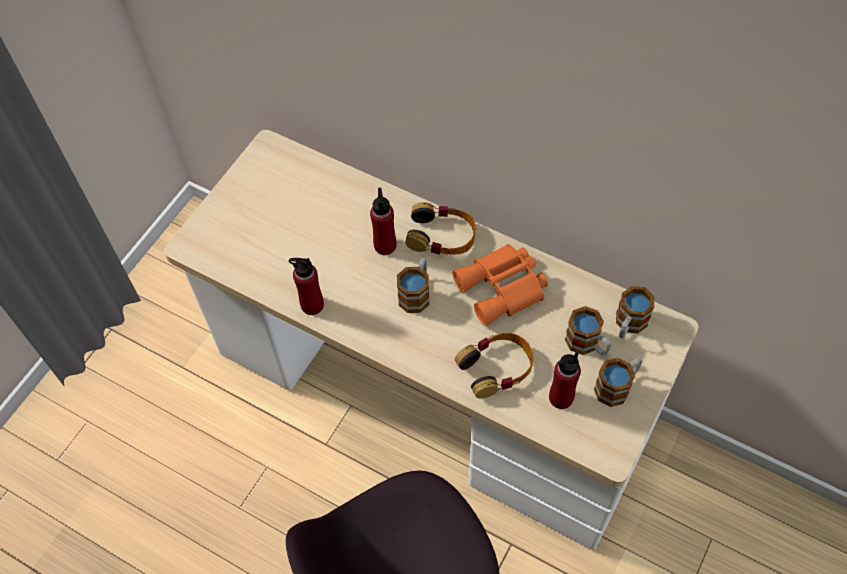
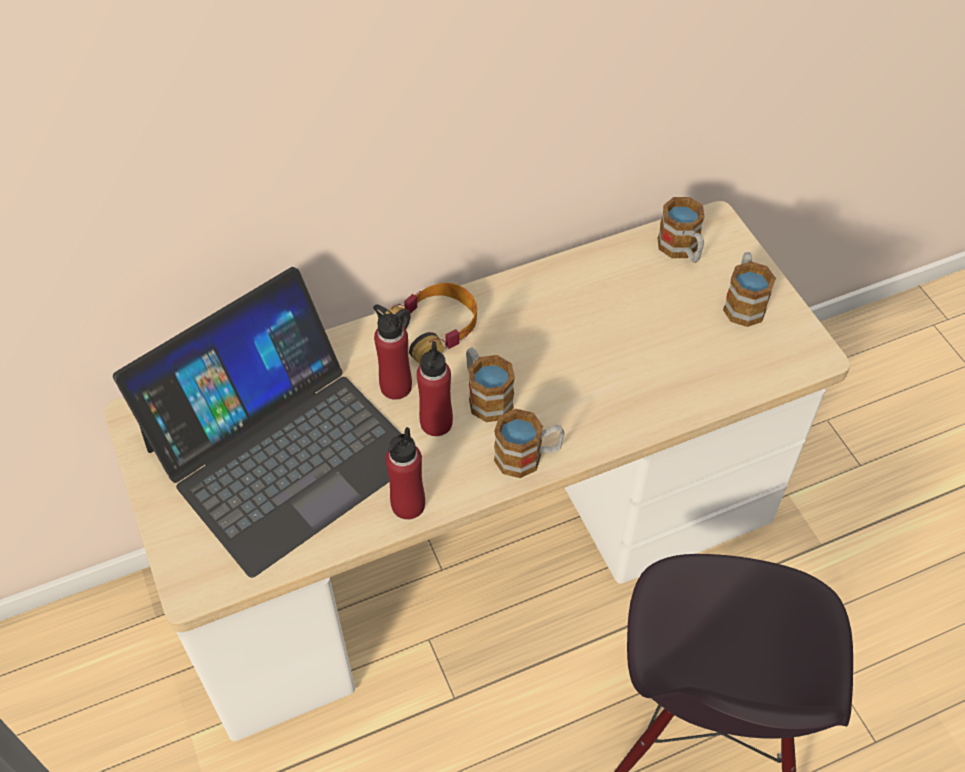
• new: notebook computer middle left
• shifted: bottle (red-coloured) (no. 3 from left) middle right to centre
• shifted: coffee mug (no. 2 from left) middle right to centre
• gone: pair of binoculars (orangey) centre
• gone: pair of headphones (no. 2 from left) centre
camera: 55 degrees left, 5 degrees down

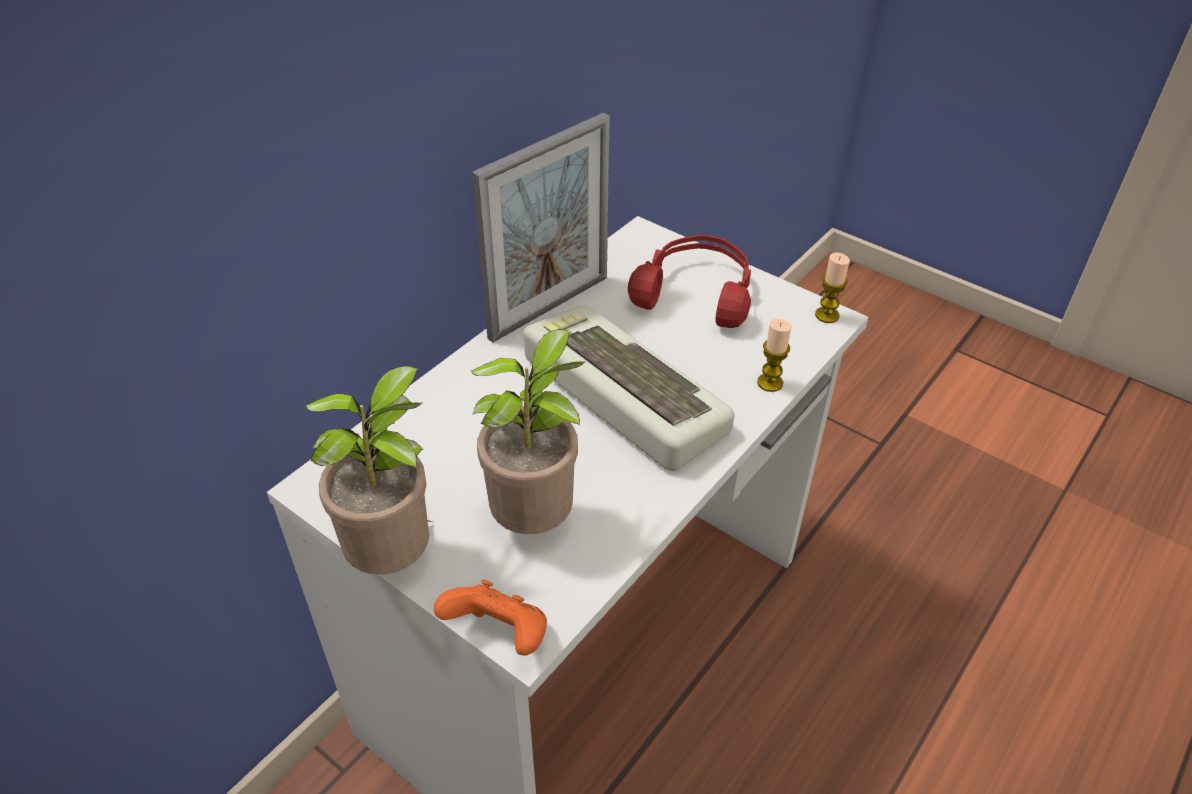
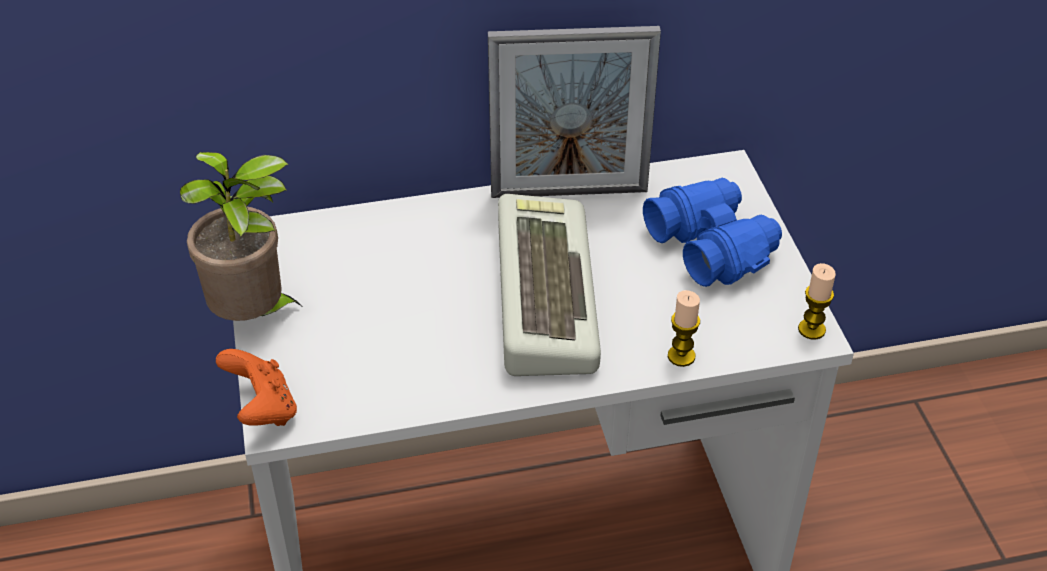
• swapped: pair of headphones (red-coloured) centre to pair of binoculars (blue-coloured) middle right
• gone: potted plant (no. 2 from left) centre
camera: 40 degrees right, 0 degrees up

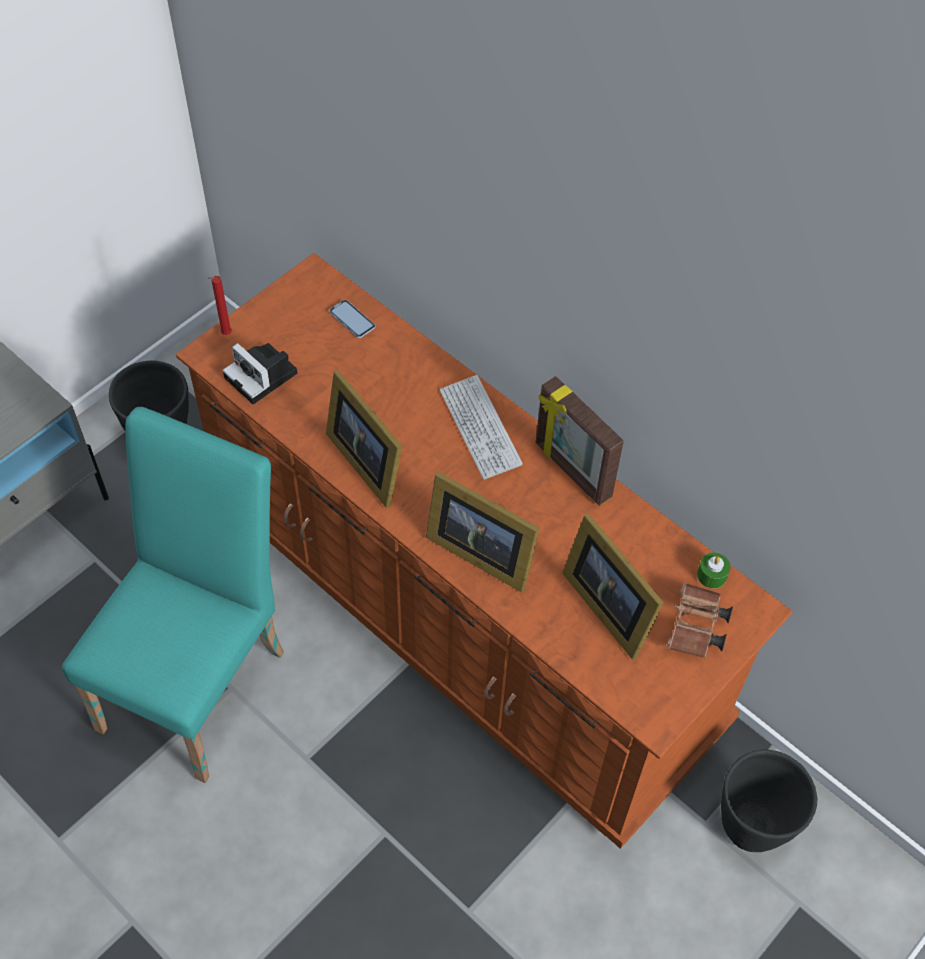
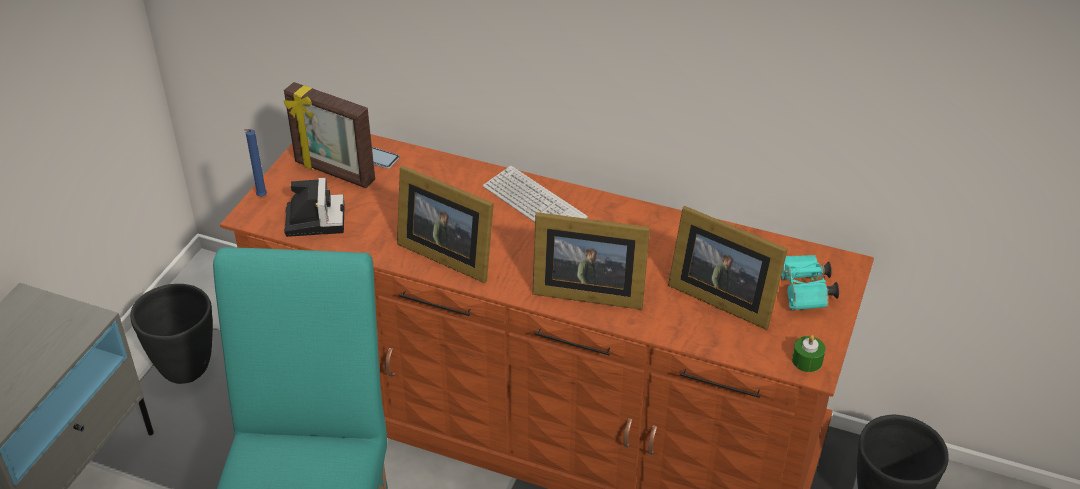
• repainted: wax candle (red-coloured) top left to wax candle (blue-coloured) middle left
• shifted: picture frame (no. 3 from left in the first image) centre to picture frame (no. 1 from left) top left
• rotated: photo camera middle left = middle left 120 degrees counterclockwise
• repainted: pair of binoculars (brown) middle right to pair of binoculars (blue-green) middle right
• shifted: wax candle (green-coloured) middle right to bottom right
camera: 20 degrees left, 15 degrees down

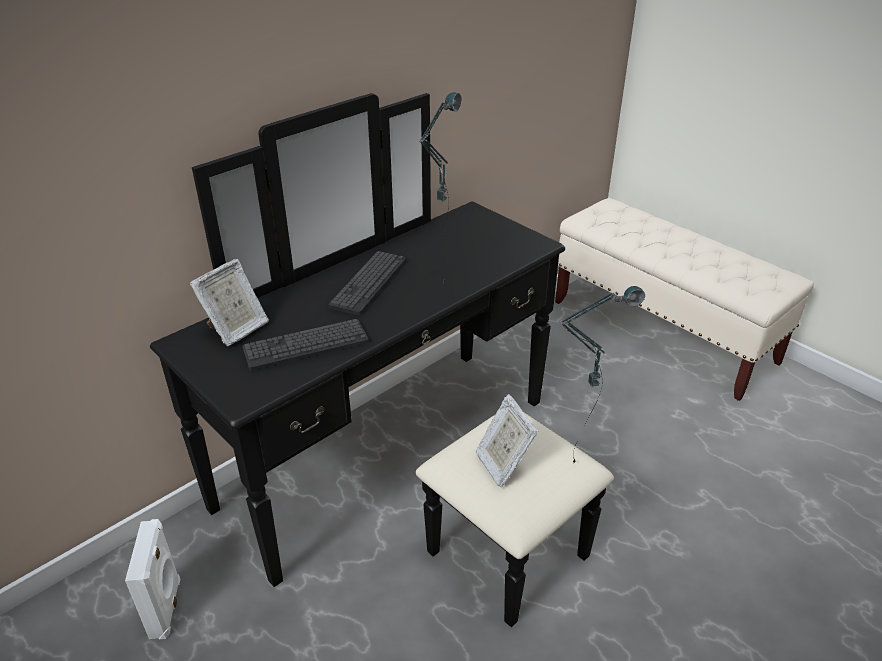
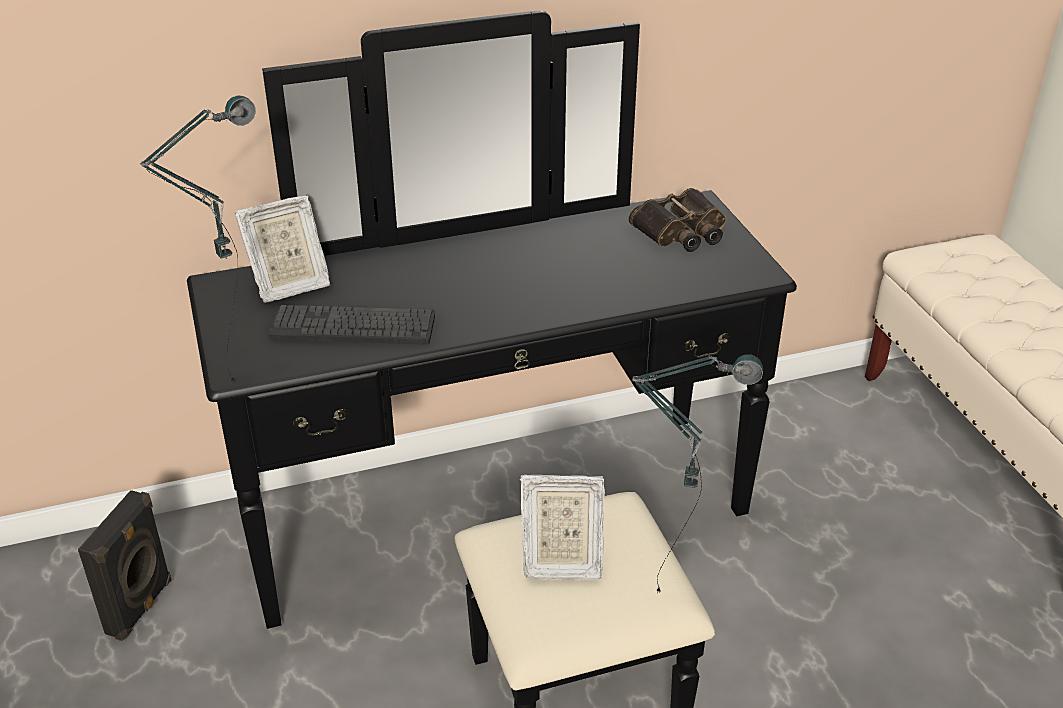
• repainted: speaker (white-coloured) bottom left to speaker (black-coloured) bottom left
• shifted: lamp for a table (no. 1 from left) top centre to middle left
• rotated: picture frame (no. 2 from left) bottom centre = bottom centre 90 degrees counterclockwise
• new: pair of binoculars top centre
• gone: PC keyboard (no. 2 from left) centre
camera: 25 degrees right, 0 degrees up

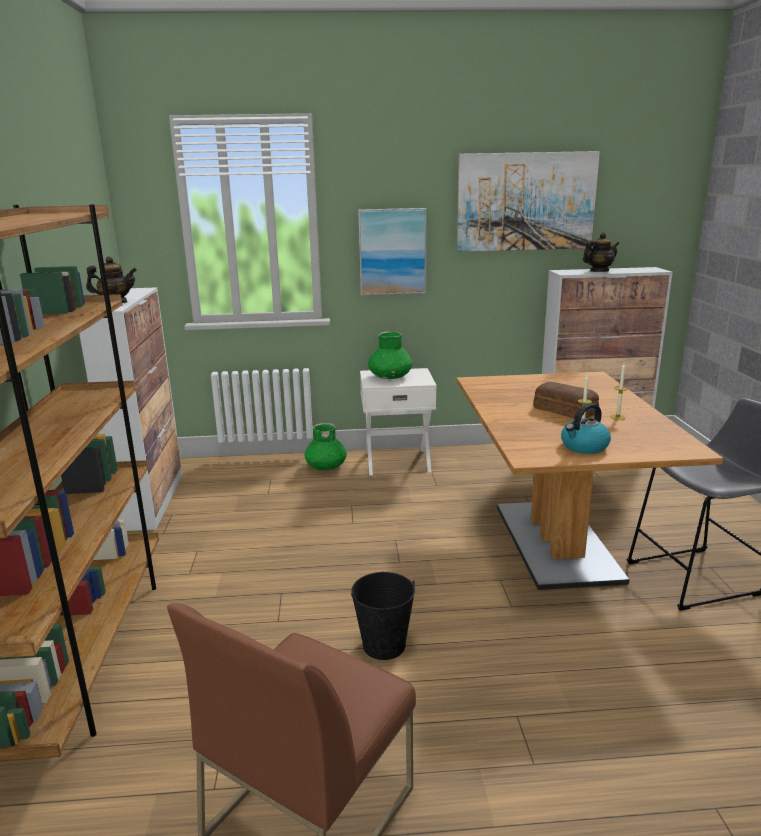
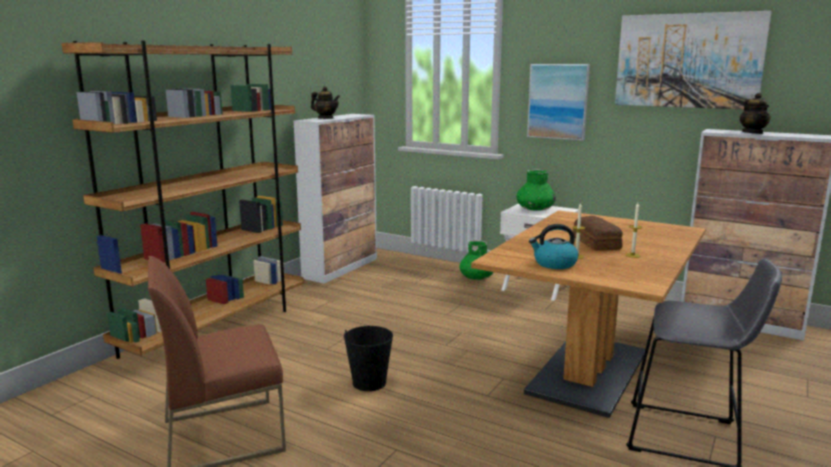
• rotated: pot for tea (no. 2 from left) top right = top right 75 degrees clockwise
camera: 35 degrees right, 5 degrees down

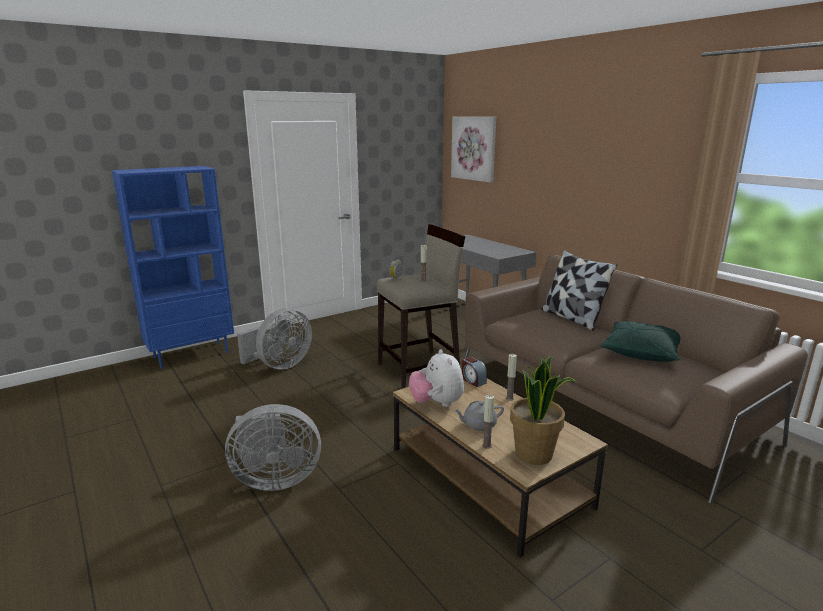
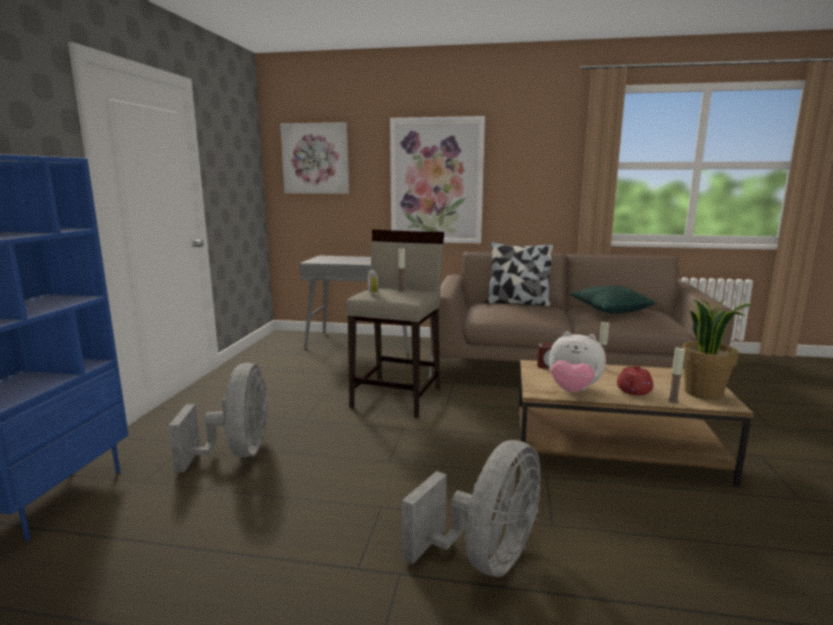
• new: wall picture (no. 2 from left) top centre
• repainted: pot for tea (greyish) bottom centre to pot for tea (red-coloured) middle right
camera: 45 degrees left, 5 degrees down

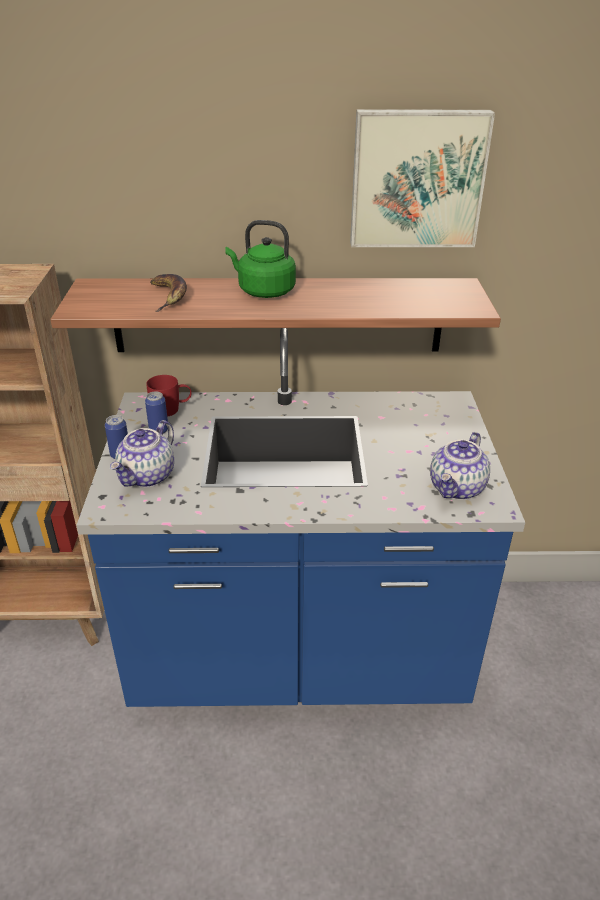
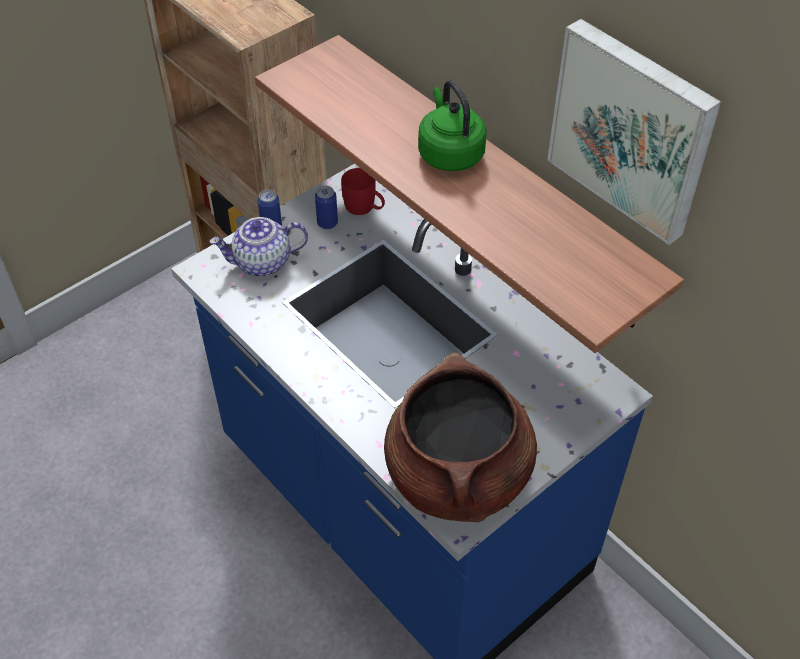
• swapped: pot for tea (no. 2 from left) middle right to cooking pot (brown) centre
• gone: whole banana top left
camera: 50 degrees right, 15 degrees up

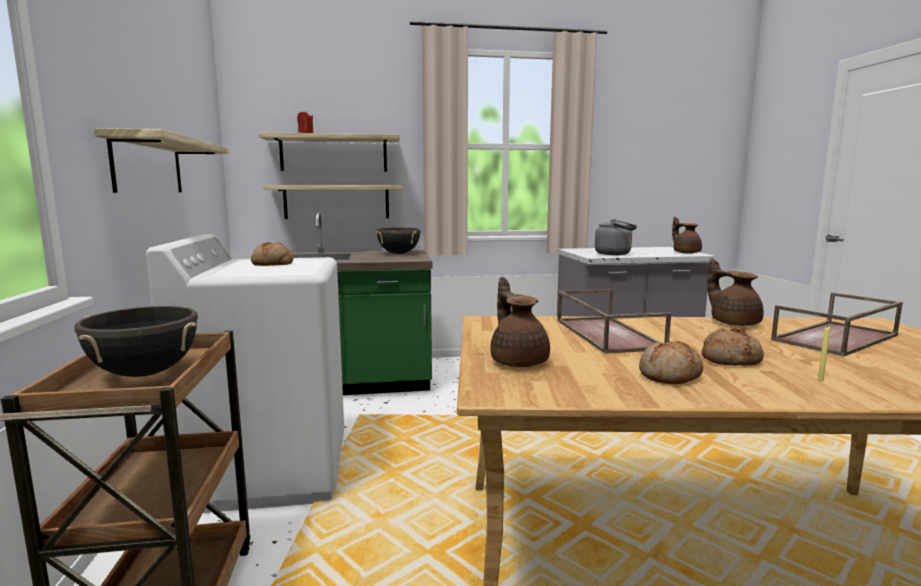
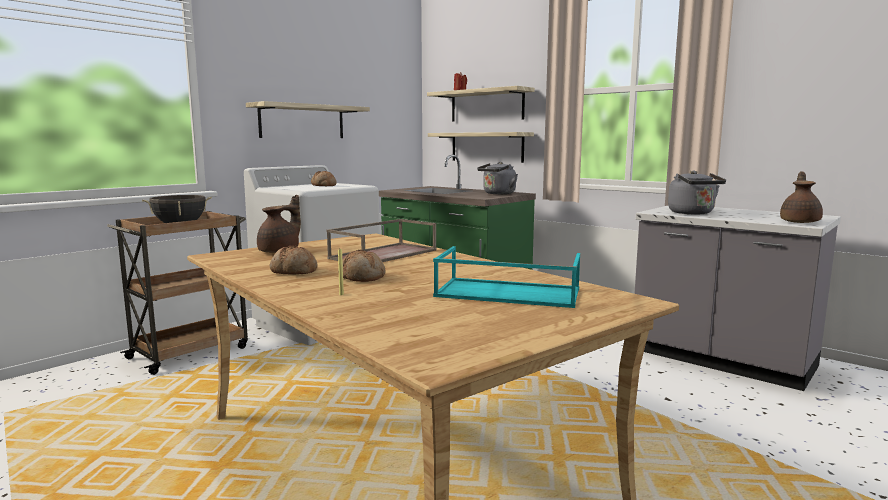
• repainted: tray (brown) (no. 2 from left) middle right to tray (blue-green) centre
• swapped: cooking pot (black-coloured) (no. 2 from left) centre to tea kettle (greyish) (no. 1 from left) centre
• gone: pot for tea (brown) (no. 3 from left) middle right
camera: 50 degrees right, 0 degrees up

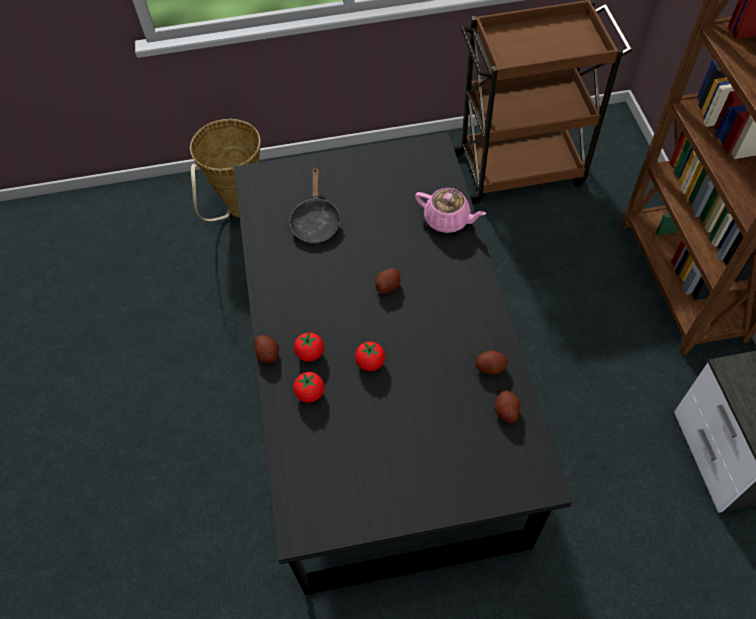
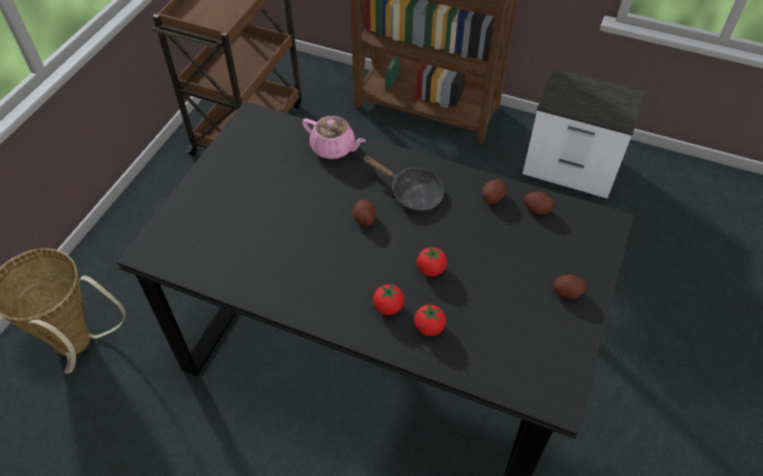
• rotated: pot for tea (pink-coloured) centre = top centre 60 degrees clockwise
• shifted: frying pan (black-coloured) top centre to centre
• shifted: spud (no. 1 from left in the first image) centre to spud (no. 4 from left) middle right
camera: 60 degrees left, 5 degrees down

